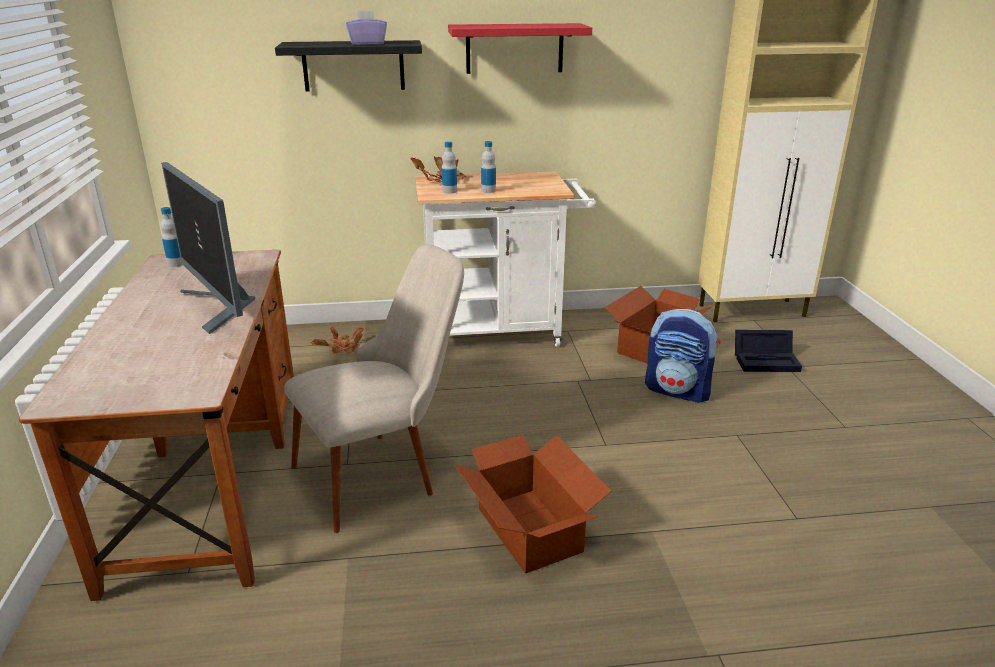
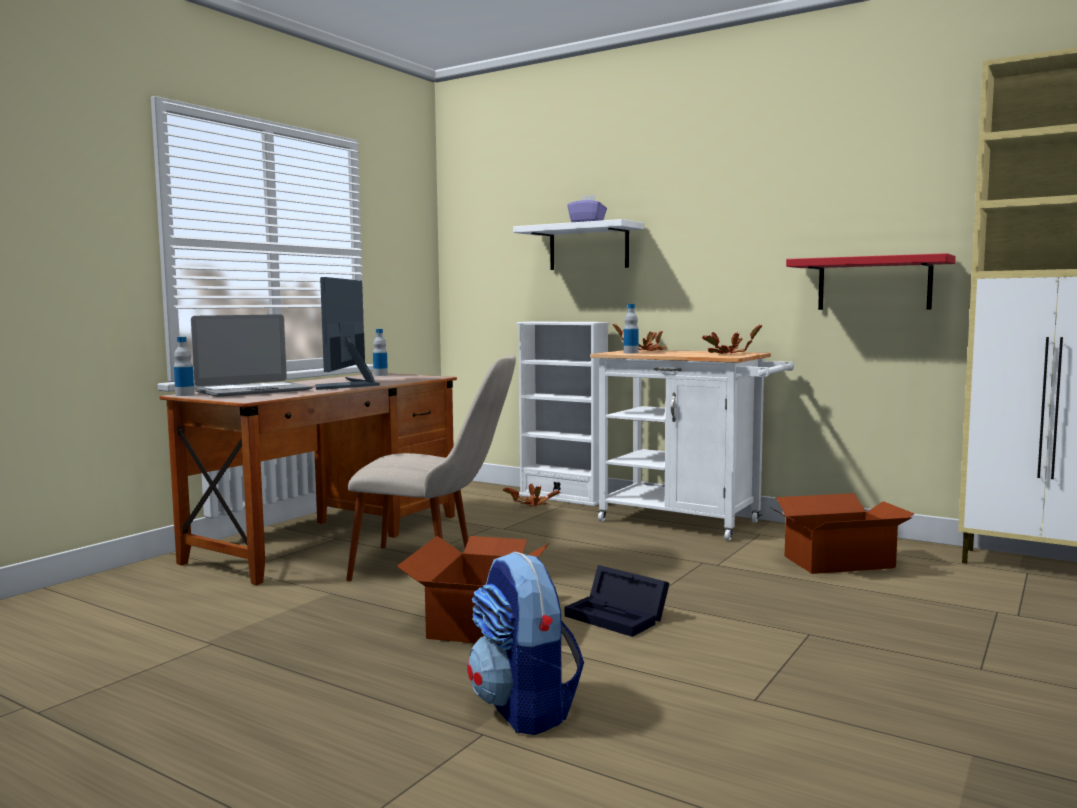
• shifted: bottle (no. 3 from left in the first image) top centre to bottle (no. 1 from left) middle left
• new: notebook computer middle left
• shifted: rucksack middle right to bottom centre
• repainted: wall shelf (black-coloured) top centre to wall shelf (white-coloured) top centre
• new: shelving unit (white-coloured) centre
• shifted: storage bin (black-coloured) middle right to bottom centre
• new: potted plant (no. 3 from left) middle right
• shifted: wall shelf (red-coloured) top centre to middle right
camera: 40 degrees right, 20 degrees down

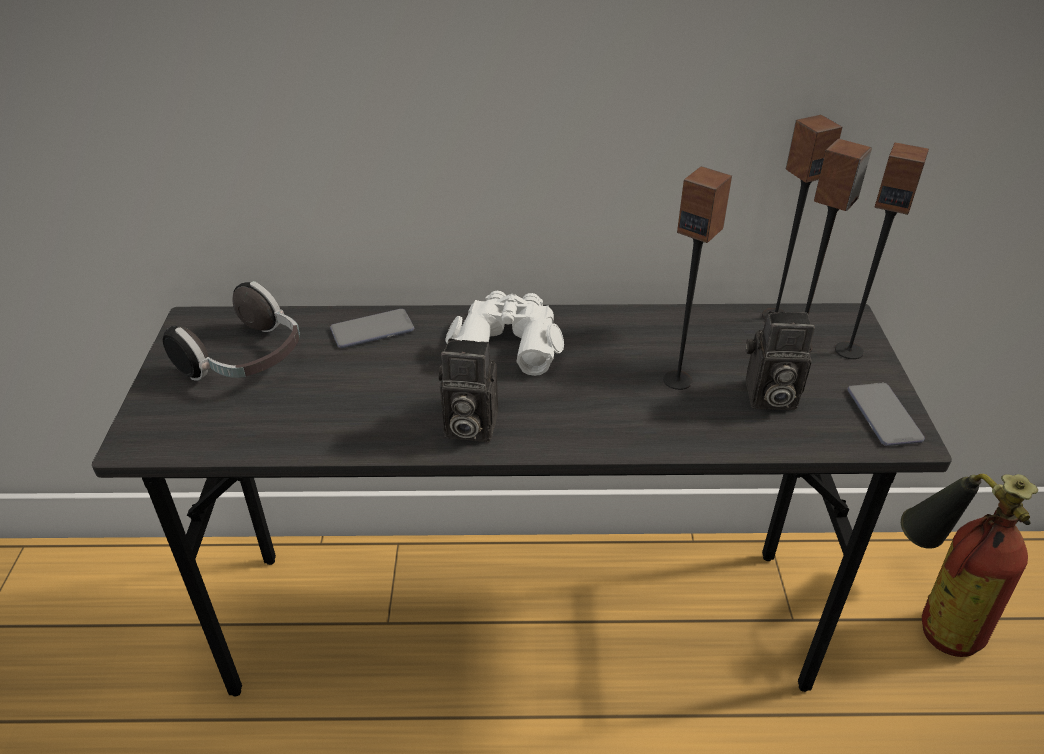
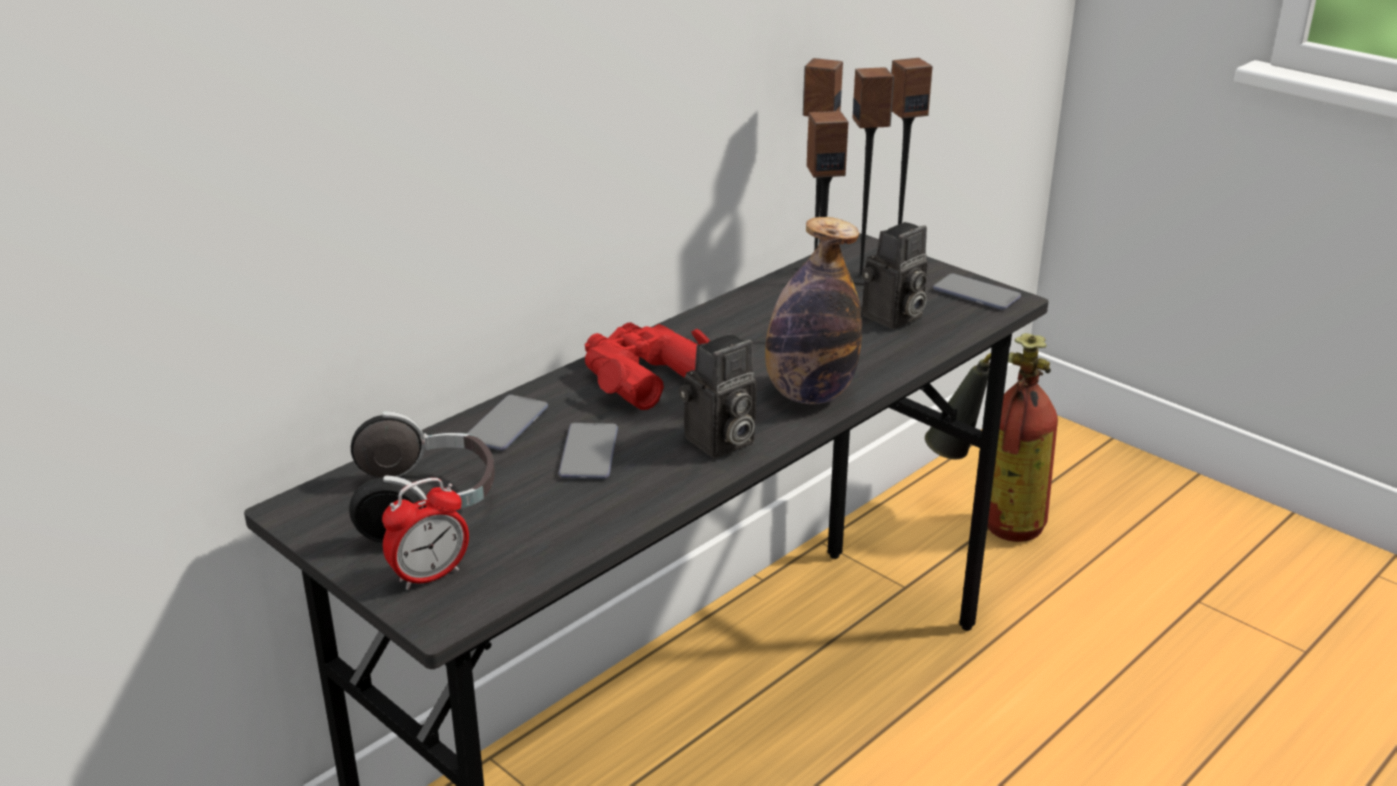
• new: bedside clock bottom left
• new: handset (no. 2 from left) centre
• repainted: pair of binoculars (white-coloured) centre to pair of binoculars (red-coloured) centre
• new: bottle centre
camera: 45 degrees left, 10 degrees down

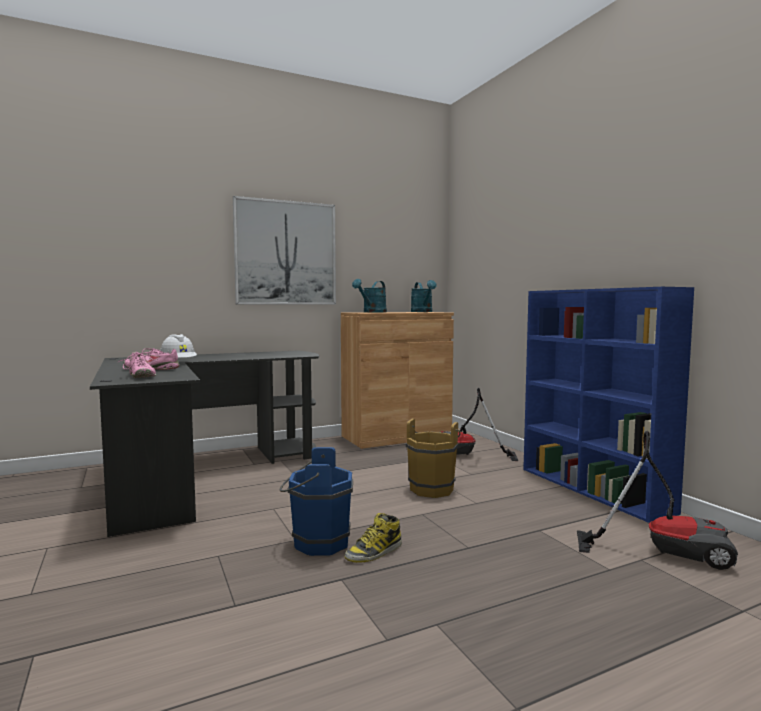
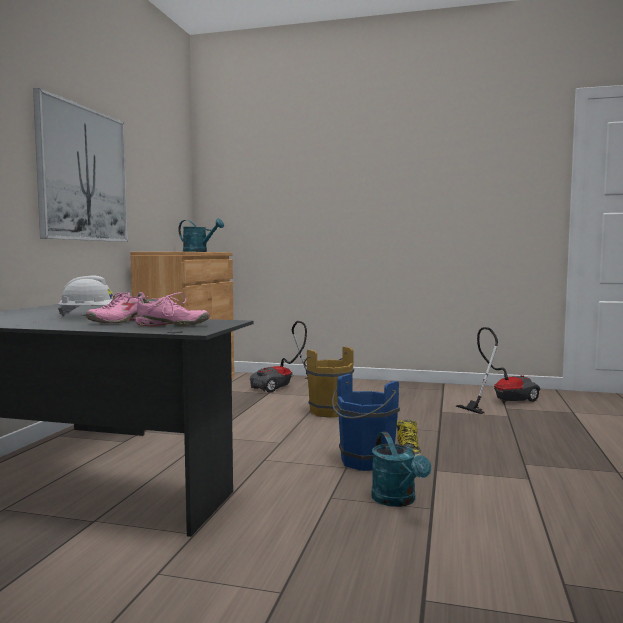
• shifted: sprinkling can (blue-green) (no. 1 from left in the first image) centre to sprinkling can (blue-green) (no. 2 from left) bottom centre
• gone: shelving unit (blue-coloured) middle right
camera: 50 degrees left, 0 degrees up

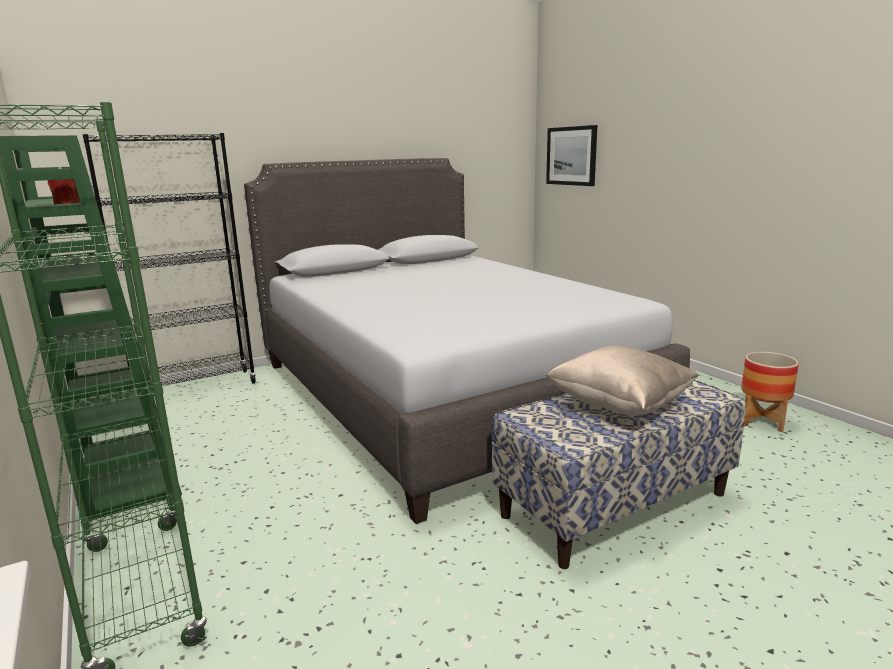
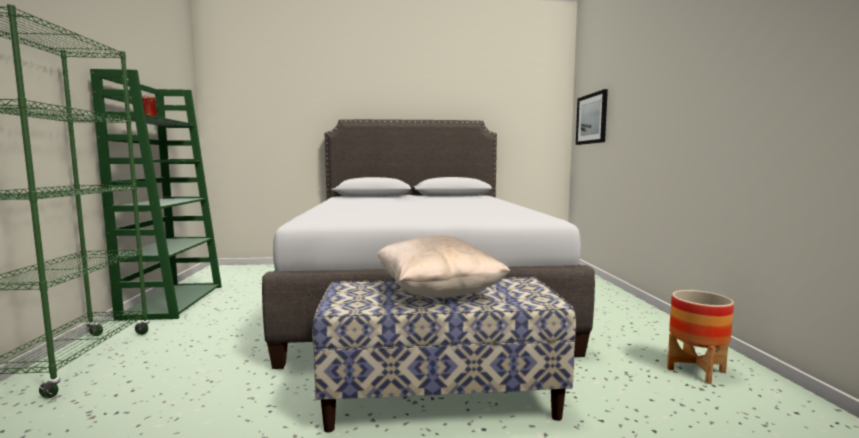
• gone: shelving unit (black-coloured) middle left
camera: 25 degrees right, 10 degrees down

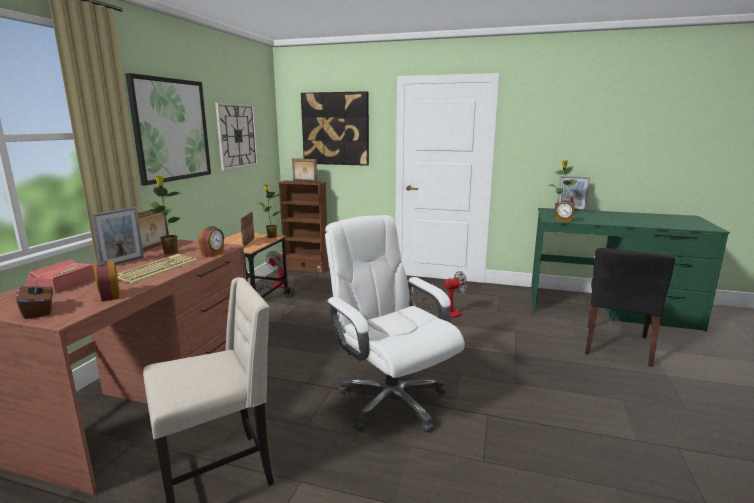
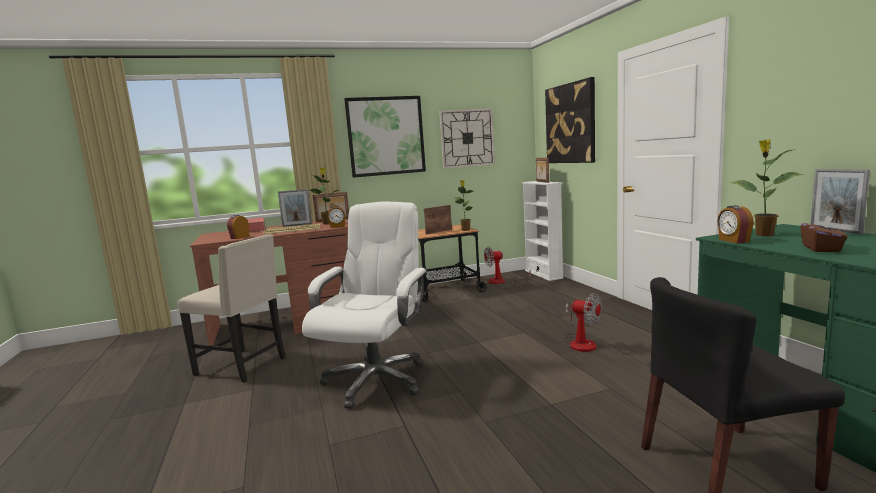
• repainted: shelving unit (brown) centre to shelving unit (white-coloured) centre
• shifted: tissue box (brown) middle left to middle right
camera: 55 degrees right, 5 degrees down

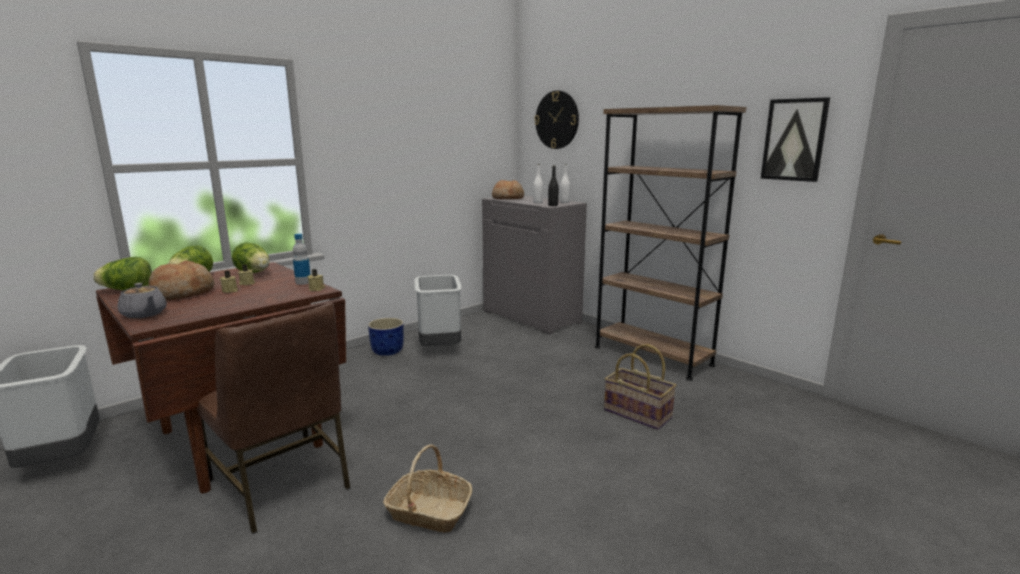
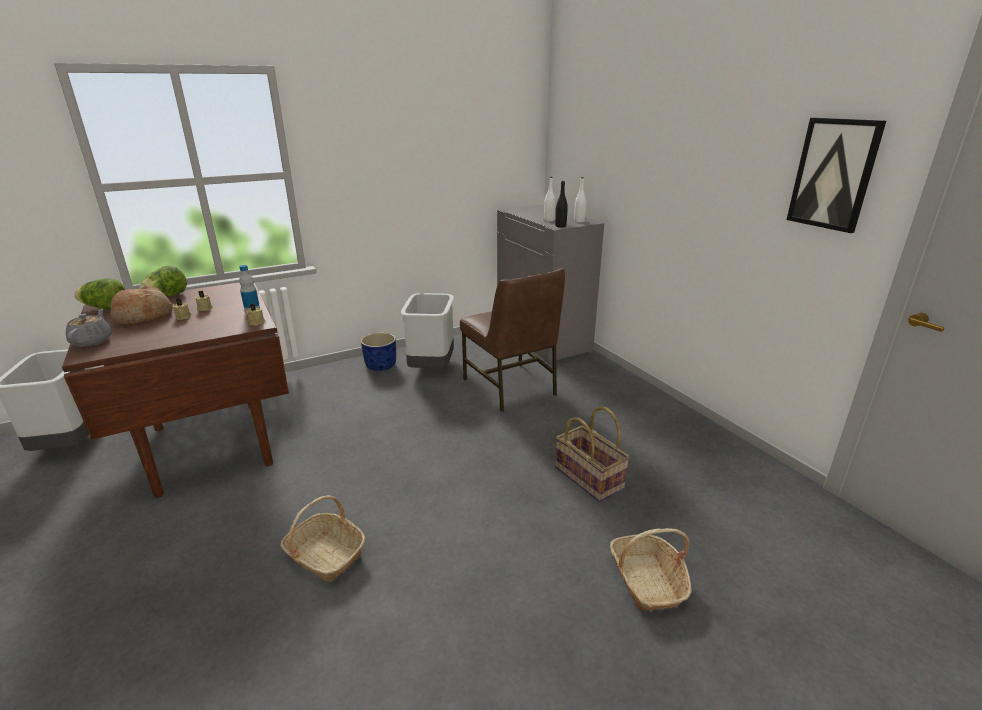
• rotated: pot for tea (greyish) middle left = middle left 150 degrees counterclockwise
• shifted: upright chair (brown) bottom left to centre
• new: storage basket (no. 3 from left) bottom centre
• gone: head of lettuce (no. 3 from left) middle left
• gone: baked bread (no. 2 from left) top centre
• gone: wall clock top centre
• gone: shelving unit (brown) centre
camera: 15 degrees right, 10 degrees up

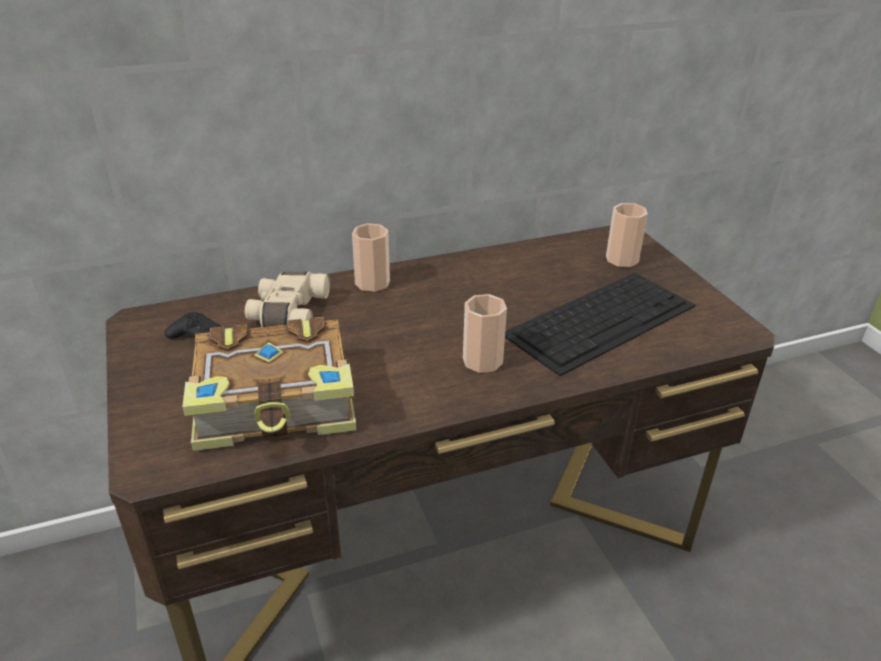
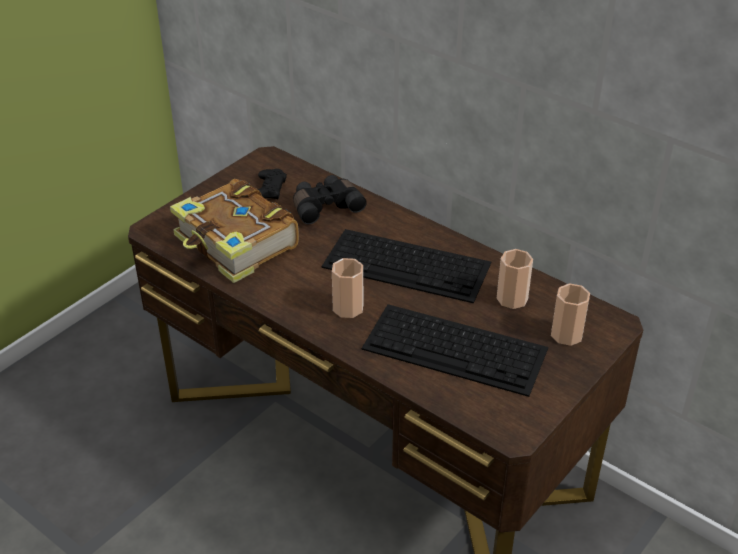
• repainted: pair of binoculars (beige) middle left to pair of binoculars (black-coloured) centre
• new: PC keyboard (no. 1 from left) centre
• shifted: small cup (no. 1 from left in the first image) centre to small cup (no. 2 from left) middle right
camera: 60 degrees right, 5 degrees up

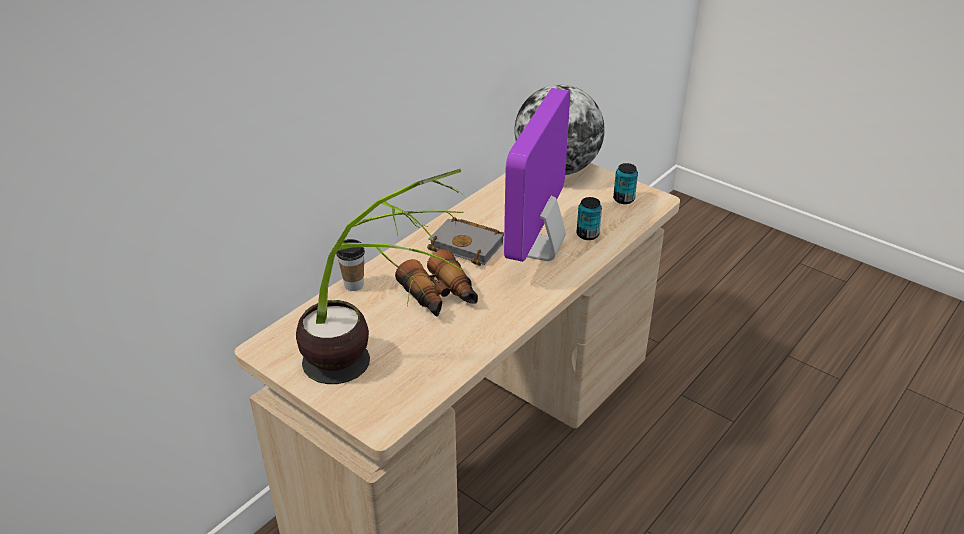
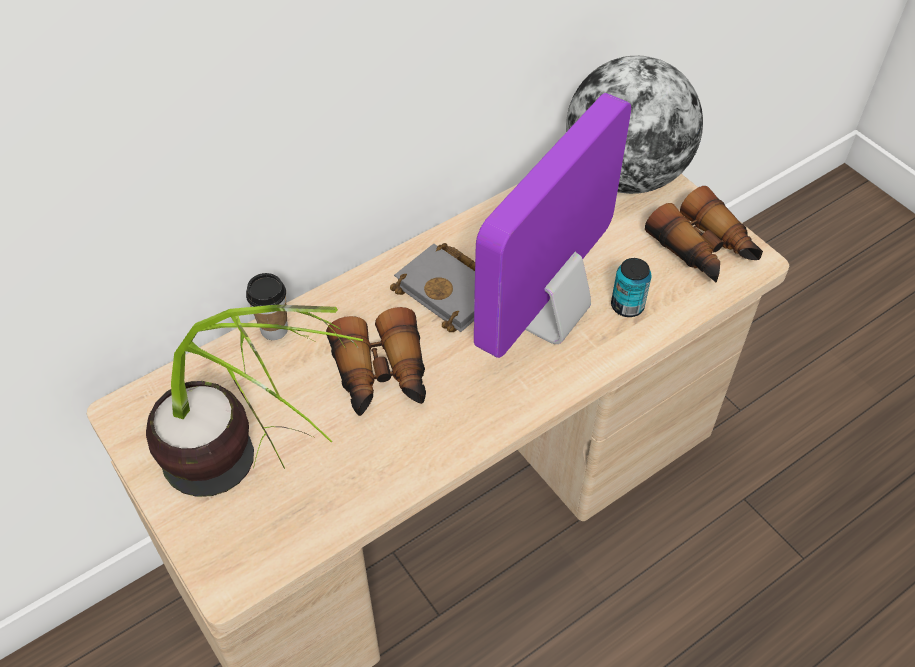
• swapped: sealed can (no. 2 from left) centre to pair of binoculars (no. 2 from left) middle right
camera: 15 degrees right, 15 degrees up

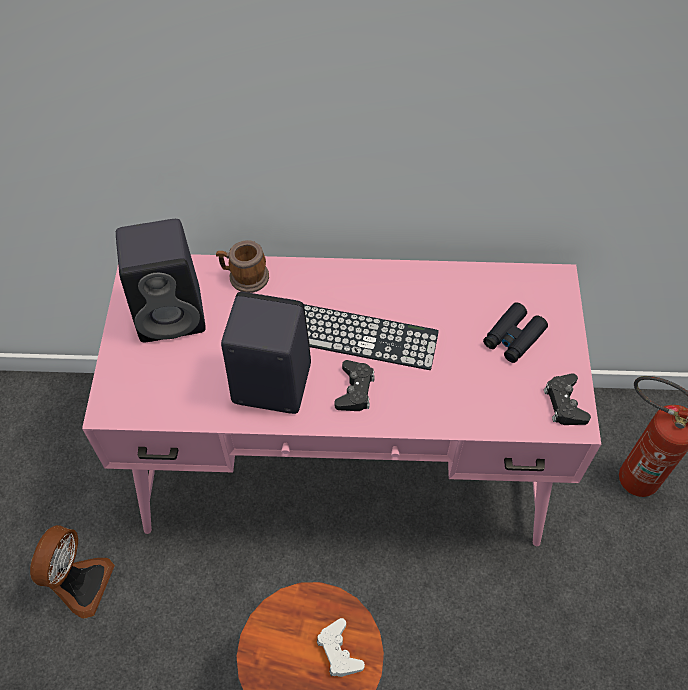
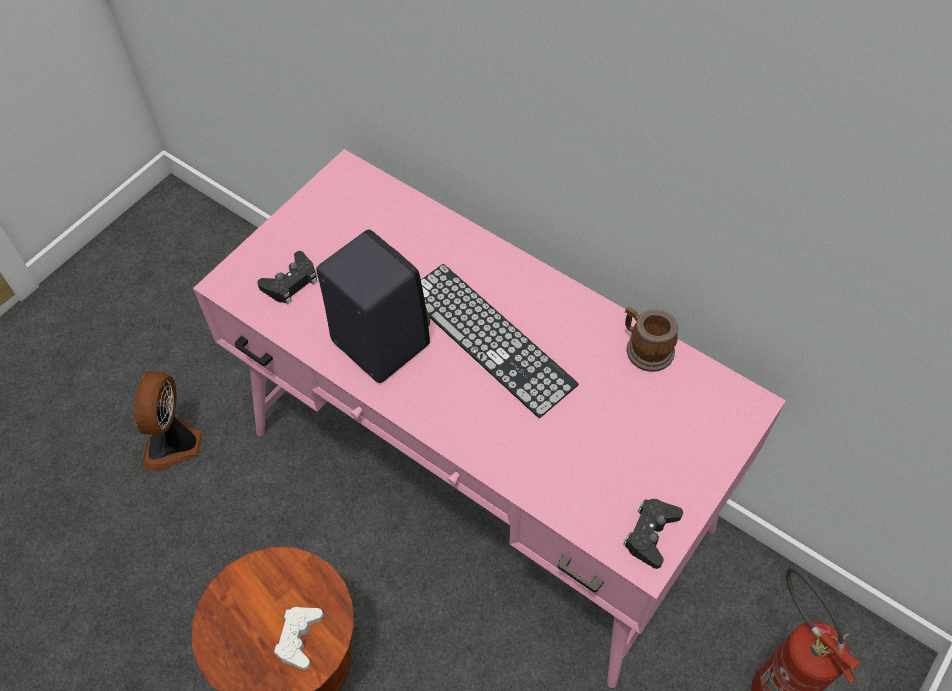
• rotated: cooling fan bottom left = middle left 135 degrees clockwise
• shifted: gamepad (black-coloured) (no. 1 from left) centre to middle left
• shifted: coffee mug centre to middle right
• gone: speaker (black-coloured) (no. 1 from left) middle left
• gone: pair of binoculars (black-coloured) middle right
camera: 35 degrees right, 0 degrees up

